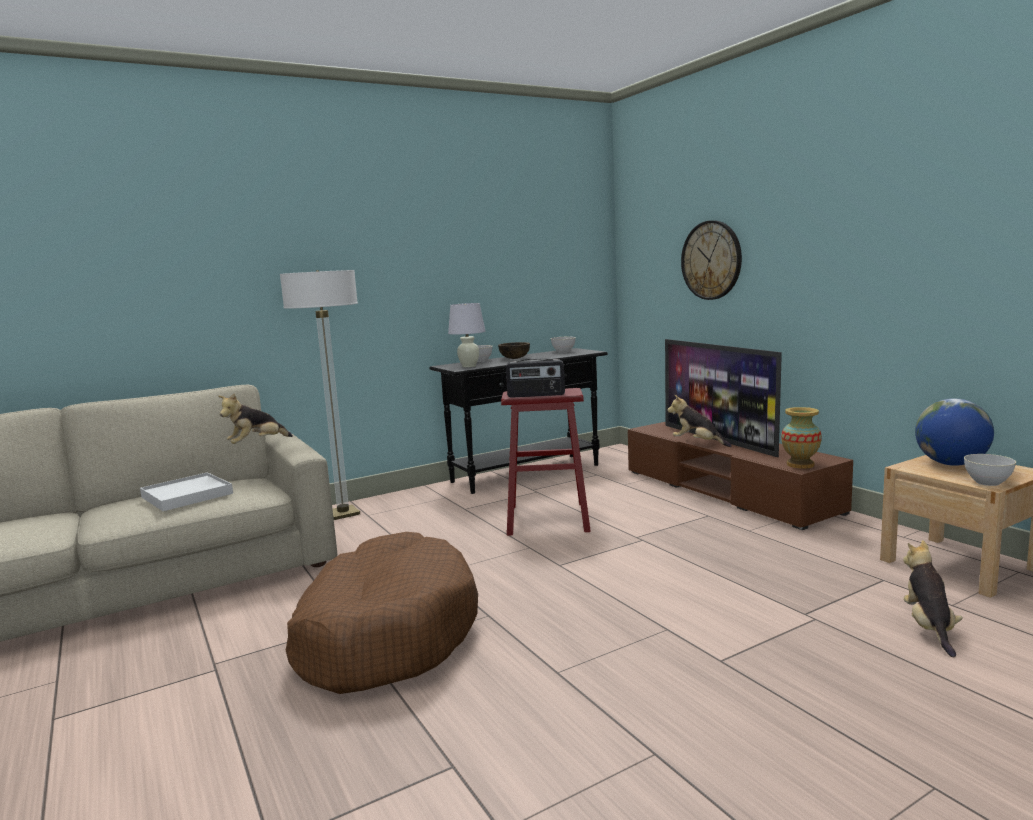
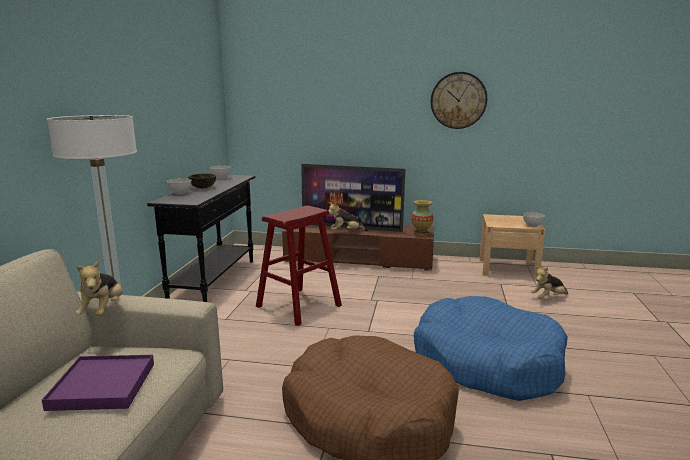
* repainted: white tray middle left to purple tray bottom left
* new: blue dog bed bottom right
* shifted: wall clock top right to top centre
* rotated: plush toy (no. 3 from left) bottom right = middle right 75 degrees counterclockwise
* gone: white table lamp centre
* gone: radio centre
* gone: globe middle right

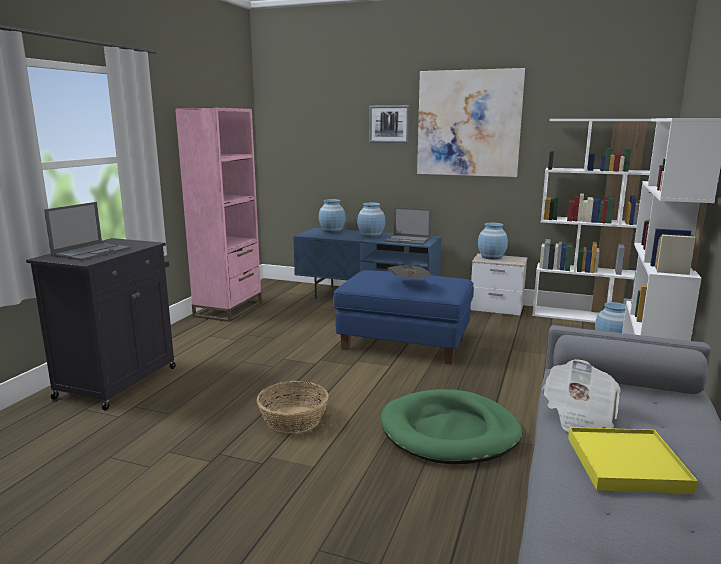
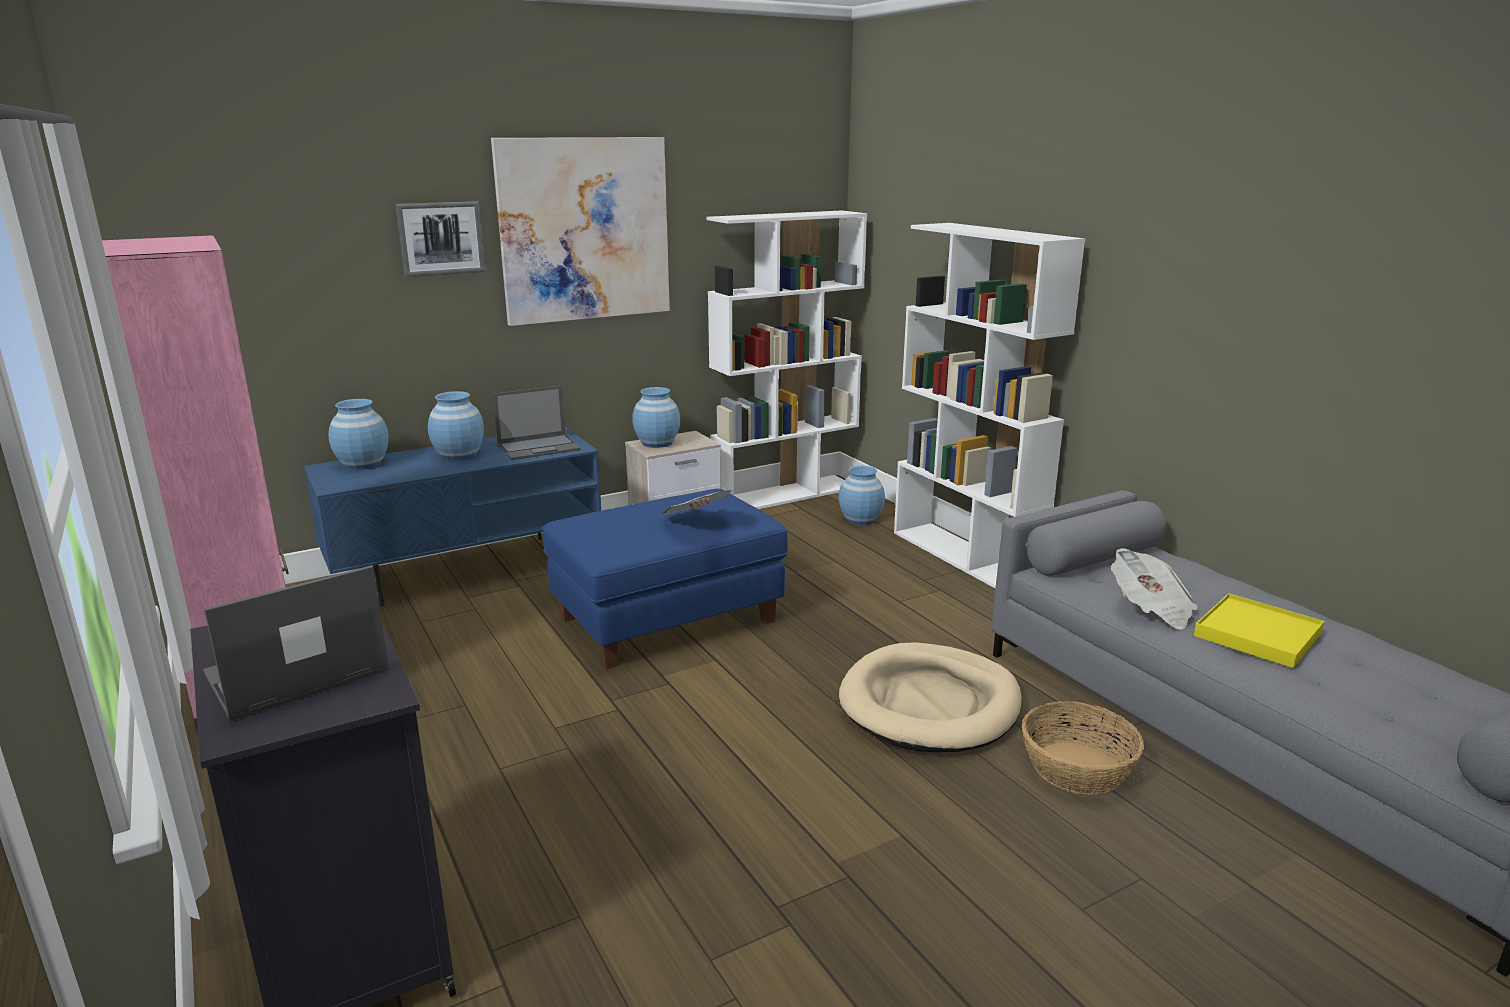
* rotated: laptop (no. 1 from left) middle left = middle left 105 degrees counterclockwise
* repainted: green dog bed bottom centre to beige dog bed bottom centre
* shifted: basket bottom centre to bottom right

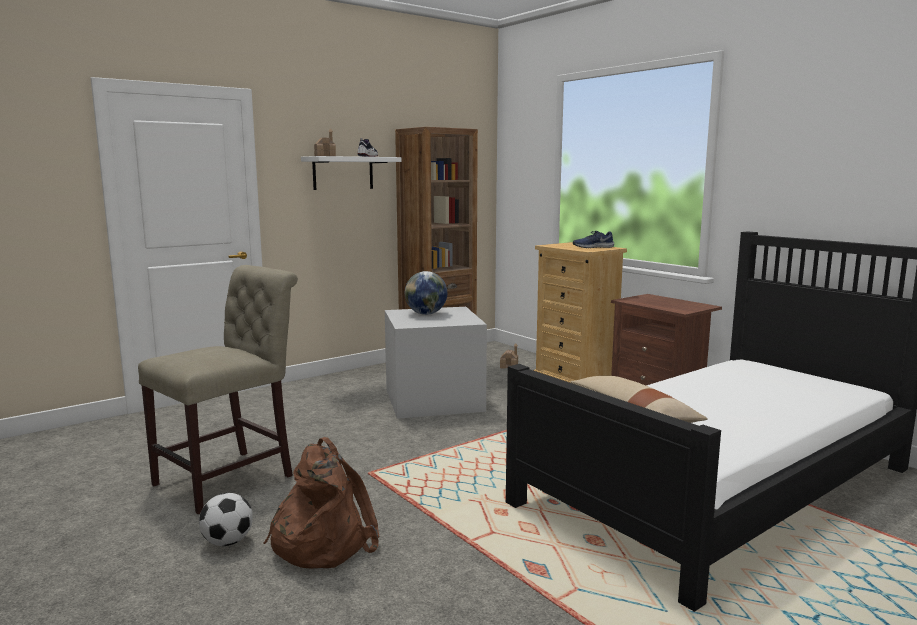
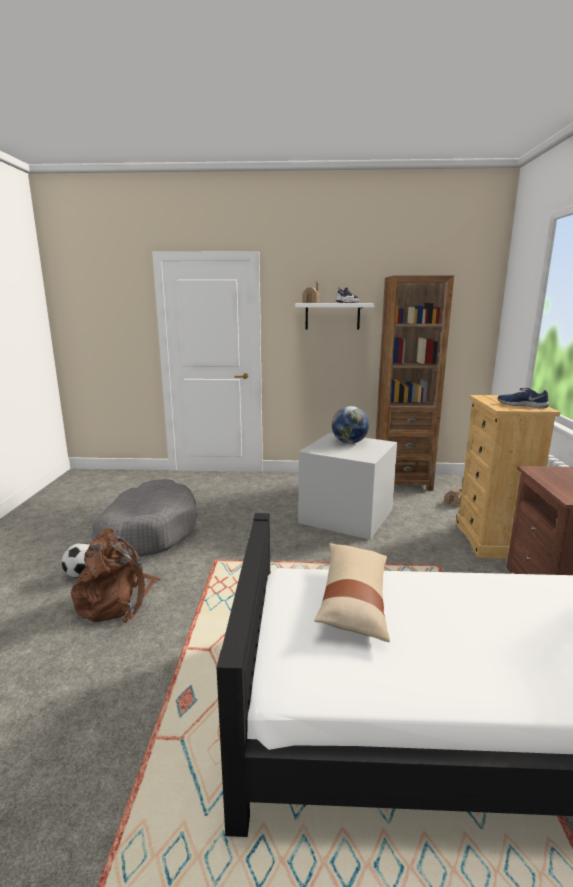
* swapped: beige chair middle left to grey dog bed middle left

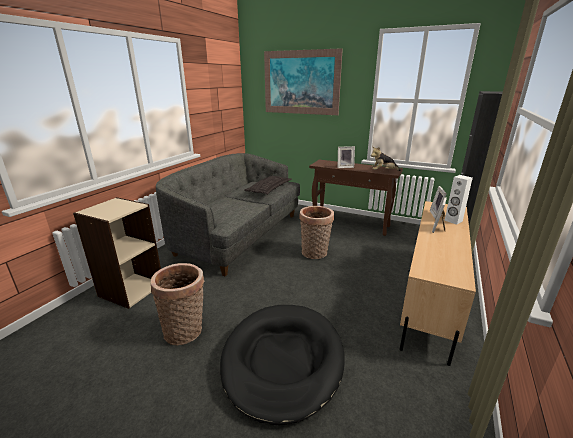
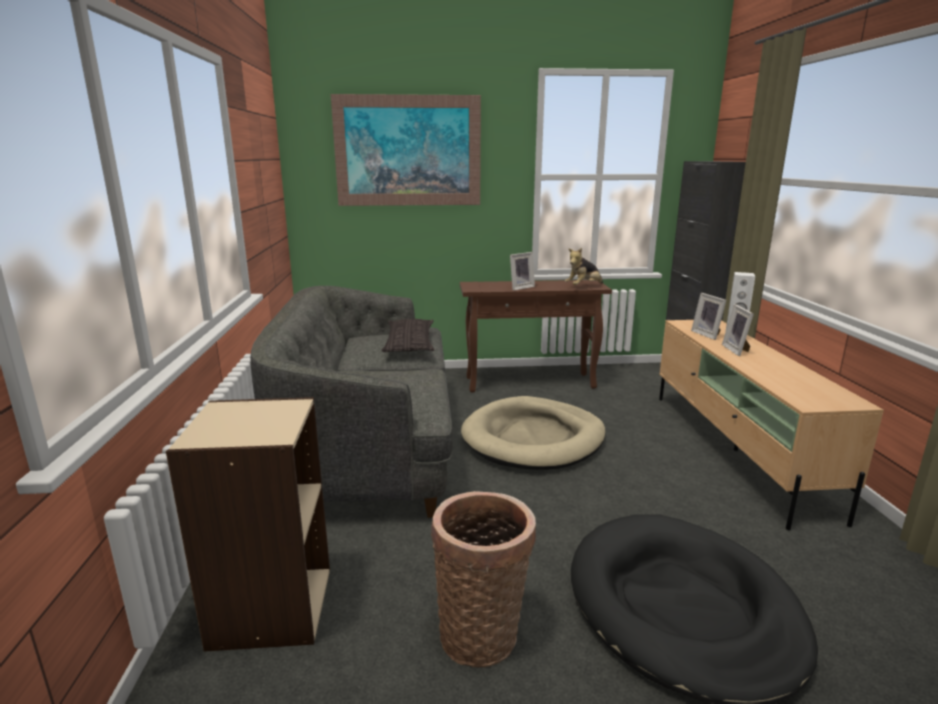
* swapped: basket (no. 2 from left) centre to beige dog bed centre

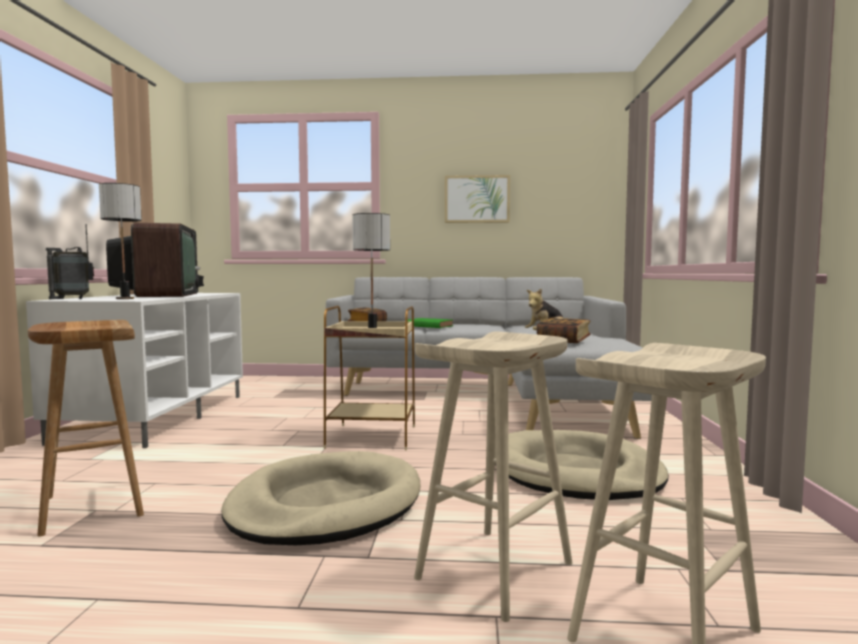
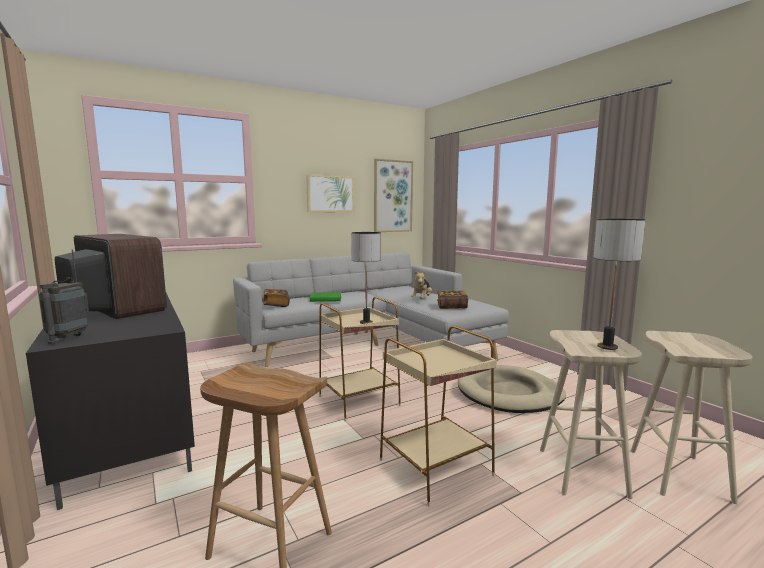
* repainted: white tv stand middle left to black tv stand bottom left
* new: picture (no. 2 from left) centre
* swapped: beige dog bed (no. 1 from left) bottom centre to beige side table (no. 2 from left) bottom centre
* shifted: table lamp (no. 1 from left in the first image) middle left to table lamp (no. 2 from left) middle right

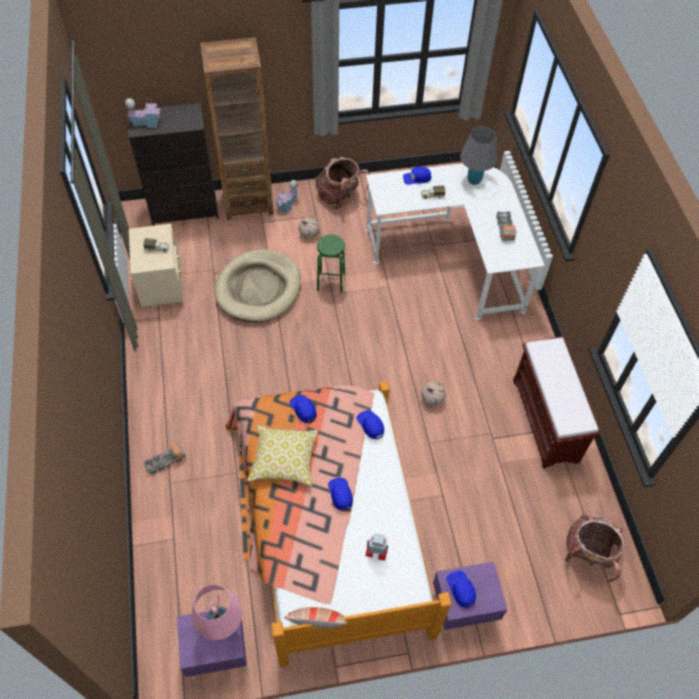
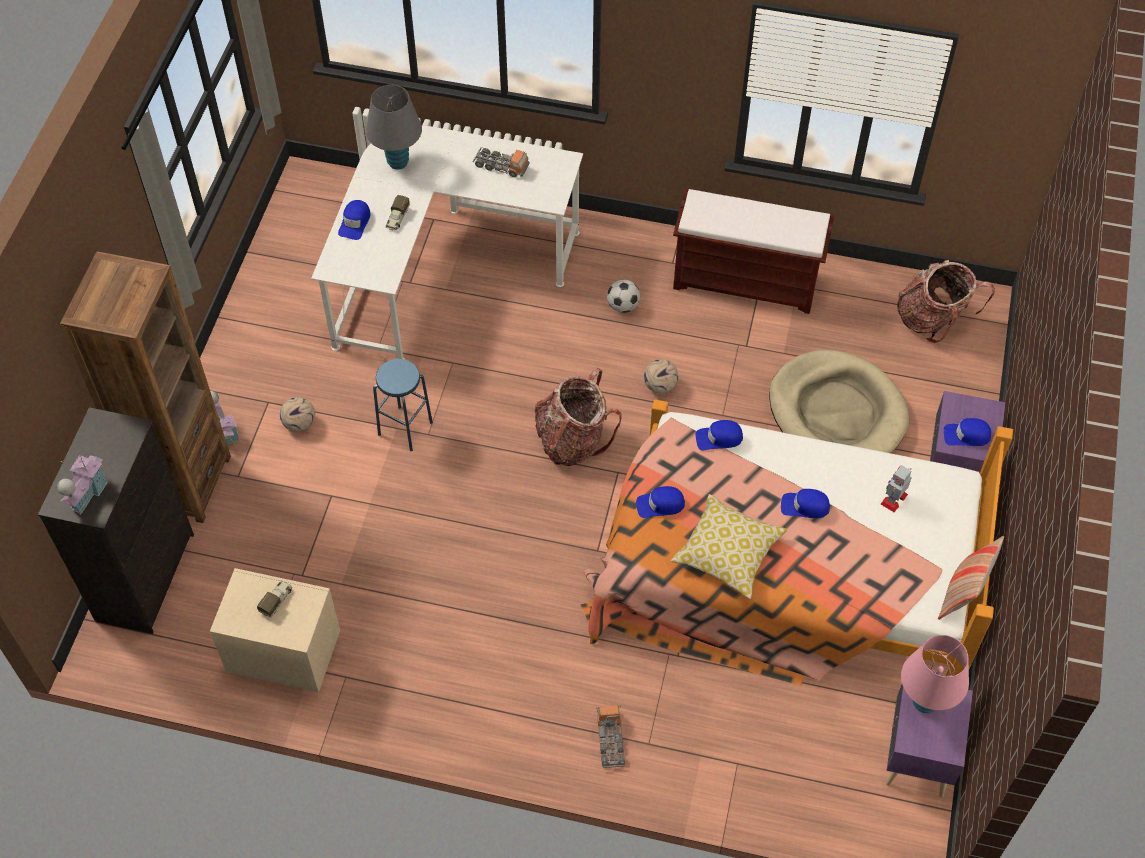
* repainted: green stool centre to blue stool centre
* shifted: backpack (no. 1 from left) top centre to centre
* new: football (no. 2 from left) centre
* shifted: beige dog bed centre to middle right

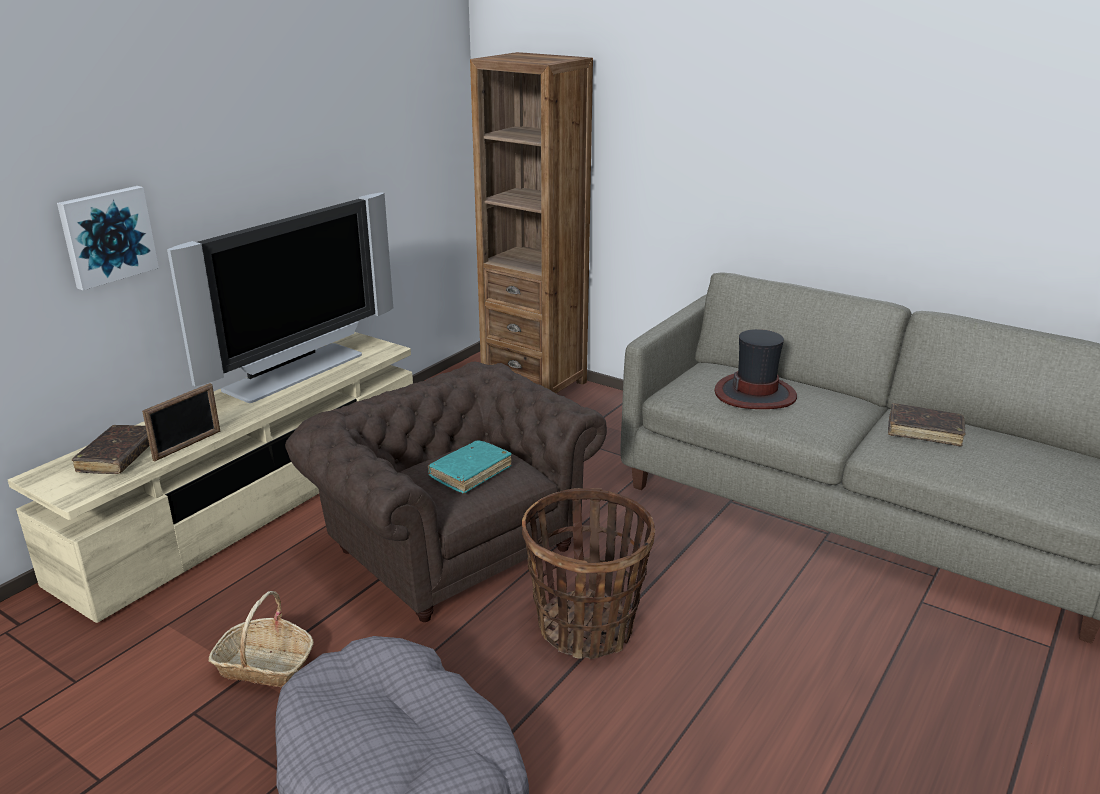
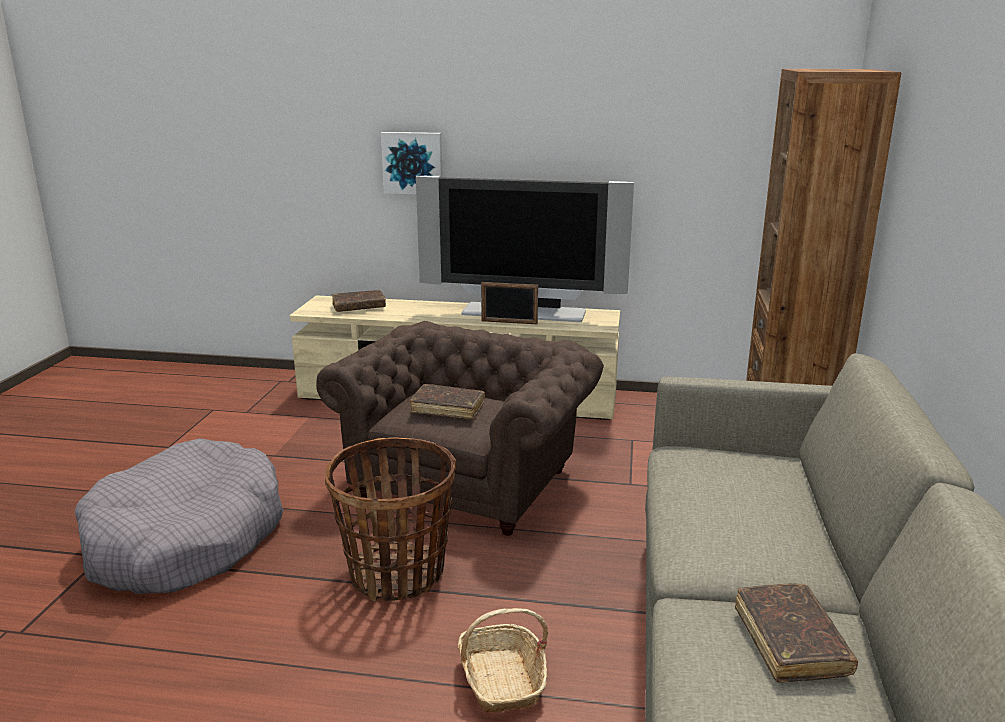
* repainted: turquoise book centre to brown book (no. 2 from left) centre
* shifted: basket (no. 1 from left in the first image) bottom left to basket (no. 2 from left) bottom centre
* shifted: picture frame middle left to centre
* gone: hat middle right

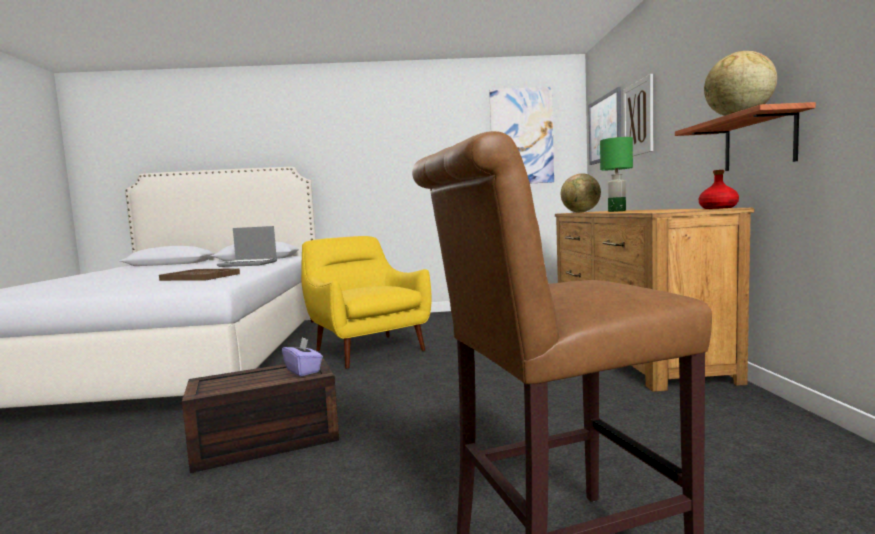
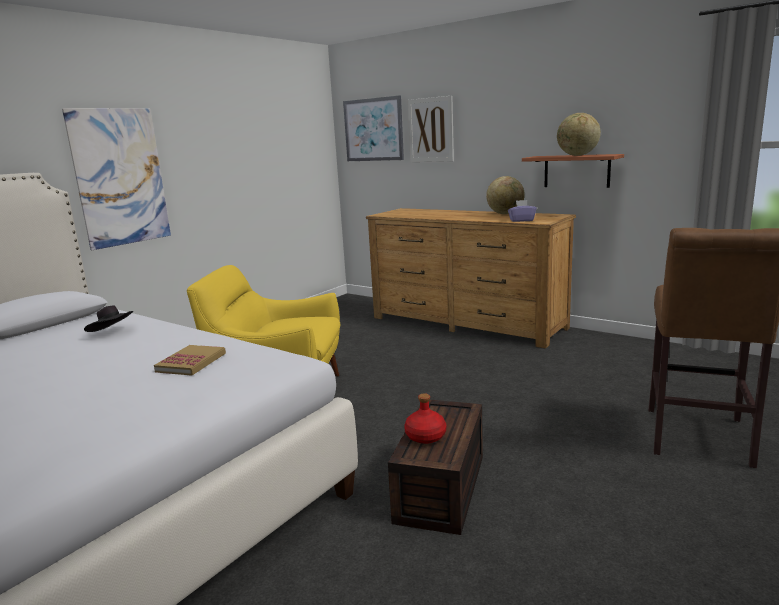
* shifted: picture (no. 1 from left) top centre to top left
* swapped: laptop middle left to black hat middle left
* swapped: brown tray middle left to book middle left
* shifted: red bottle middle right to bottom centre
* shifted: globe (no. 1 from left) centre to top centre
* shifted: purple tissue box bottom centre to middle right
* gone: green table lamp top right

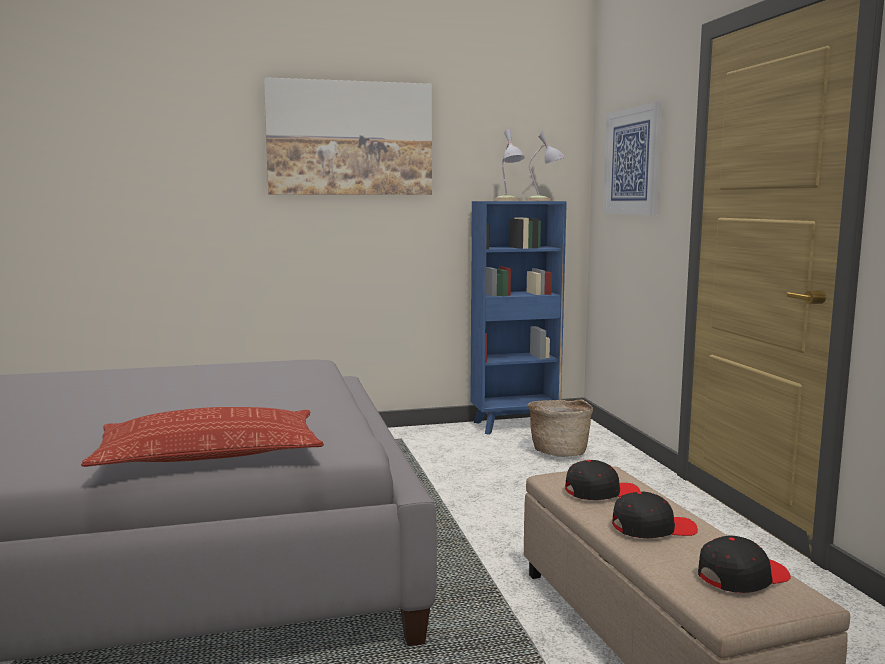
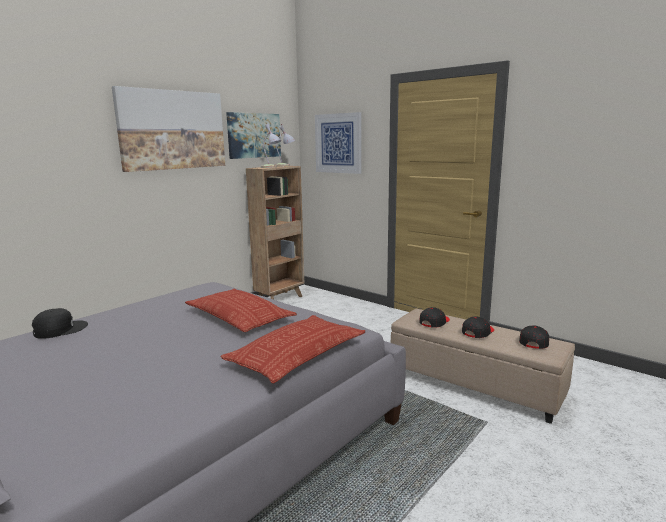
* new: black cap (no. 1 from left) middle left
* new: pillow (no. 1 from left) centre
* new: picture (no. 2 from left) top centre
* repainted: blue bookcase centre to brown bookcase centre
* gone: basket centre

